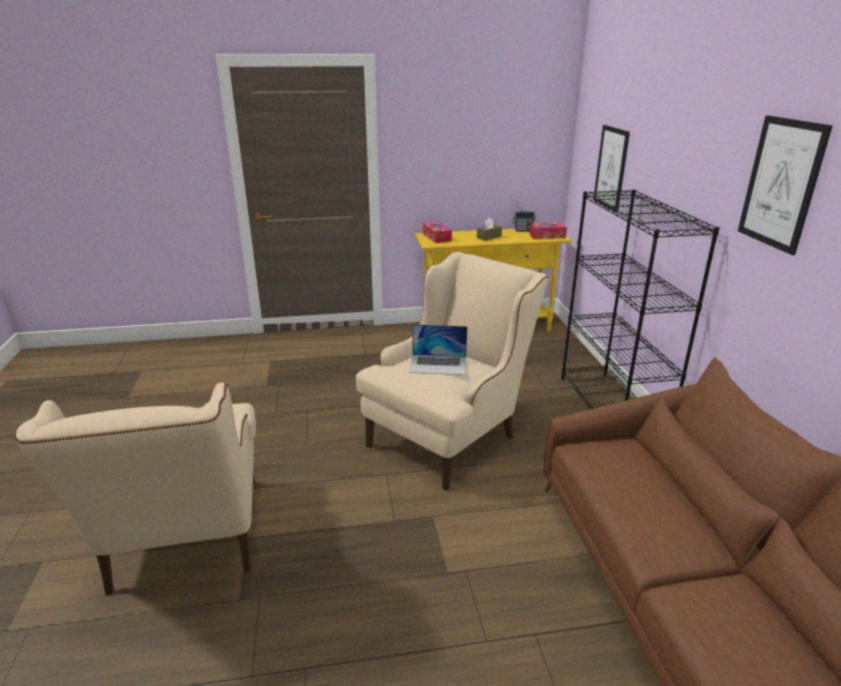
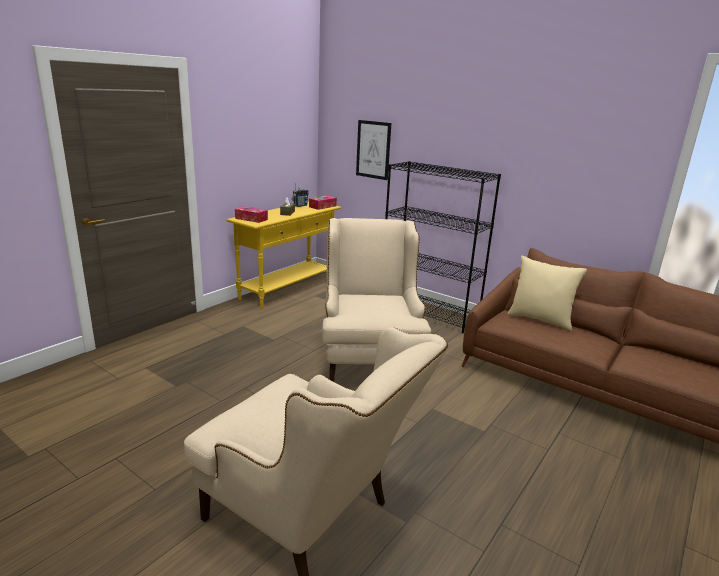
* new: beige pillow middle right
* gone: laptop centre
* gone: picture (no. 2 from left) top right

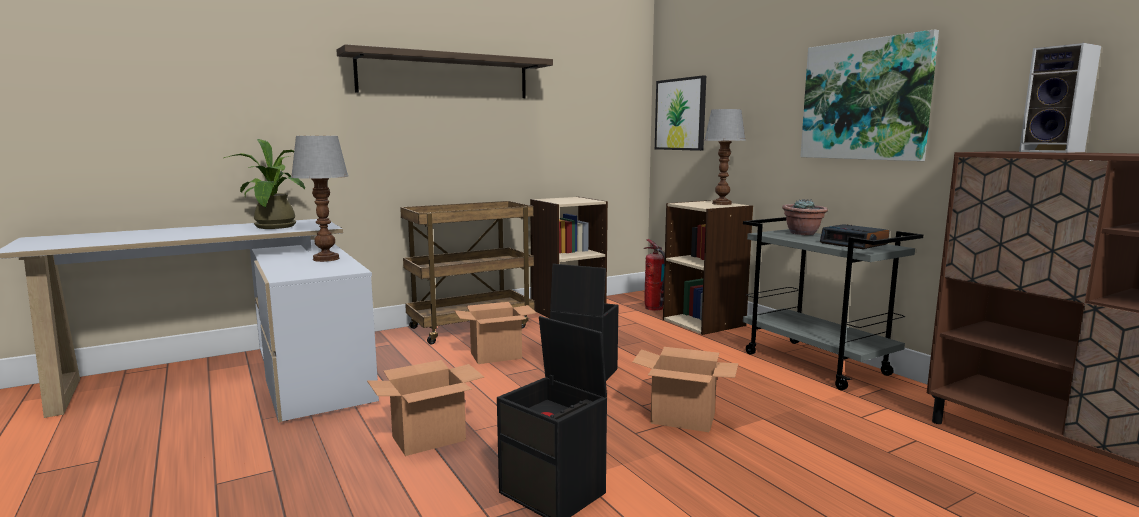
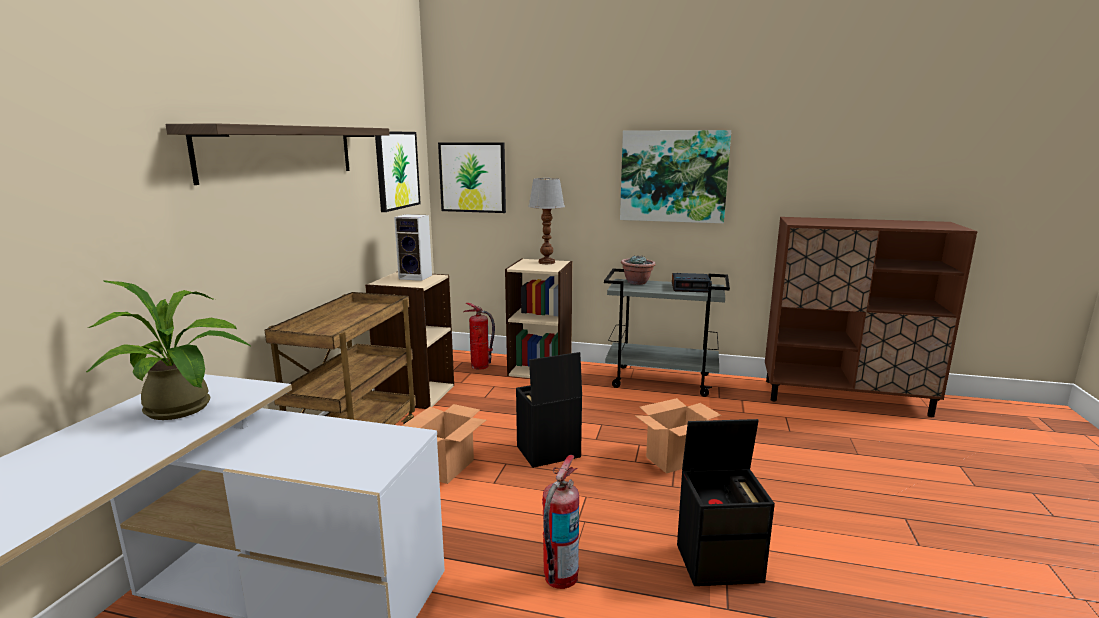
* new: picture (no. 1 from left) top centre
* shifted: speaker top right to centre
* swapped: cardboard box (no. 1 from left) bottom centre to fire extinguisher (no. 2 from left) bottom centre
* gone: table lamp (no. 1 from left) middle left

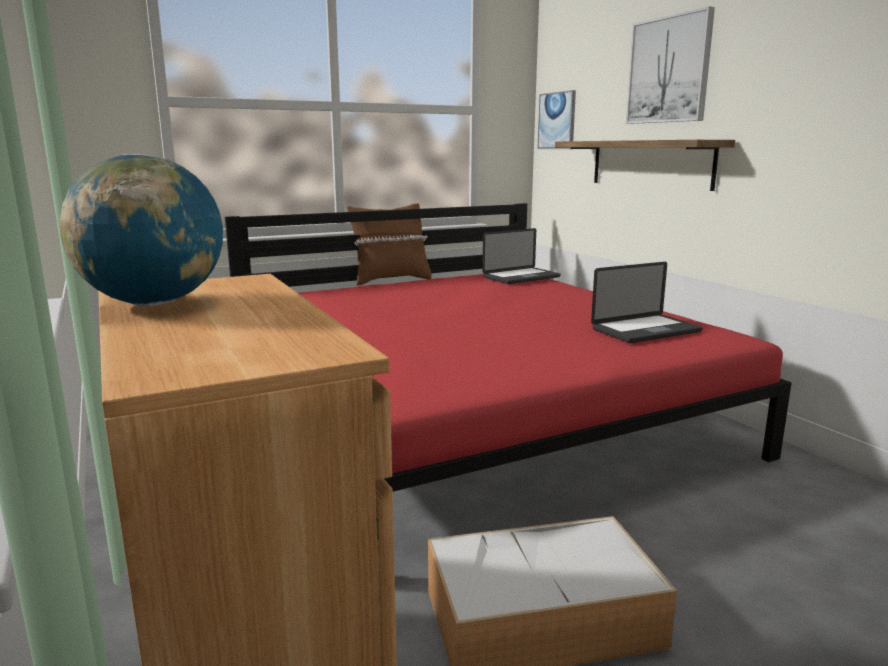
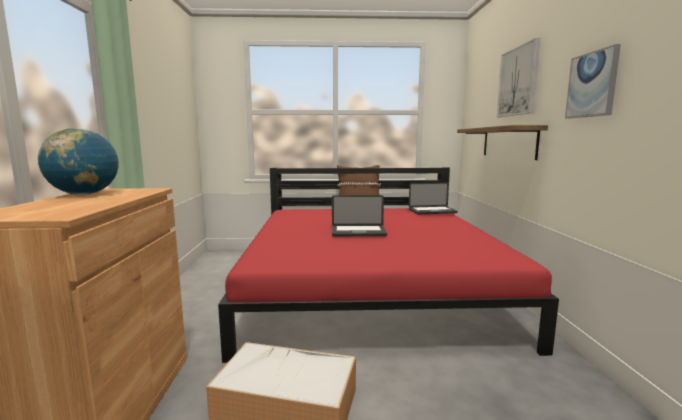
* shifted: laptop (no. 2 from left in the first image) middle right to laptop (no. 1 from left) centre
* shifted: picture (no. 1 from left in the first image) top centre to picture (no. 2 from left) top right

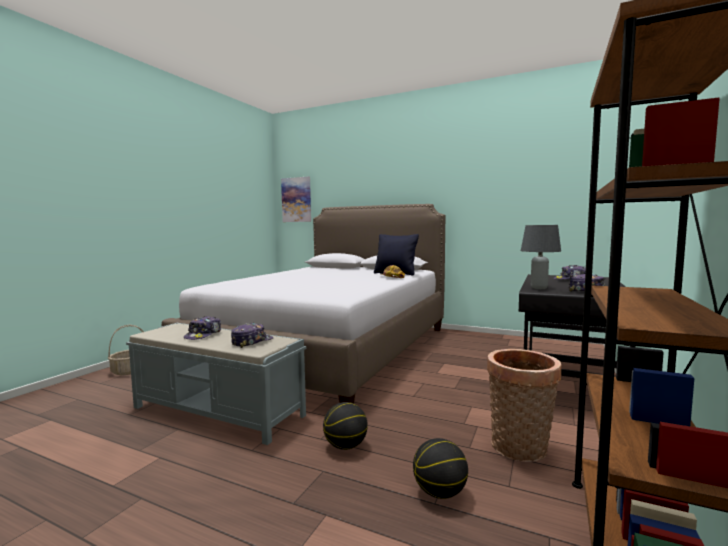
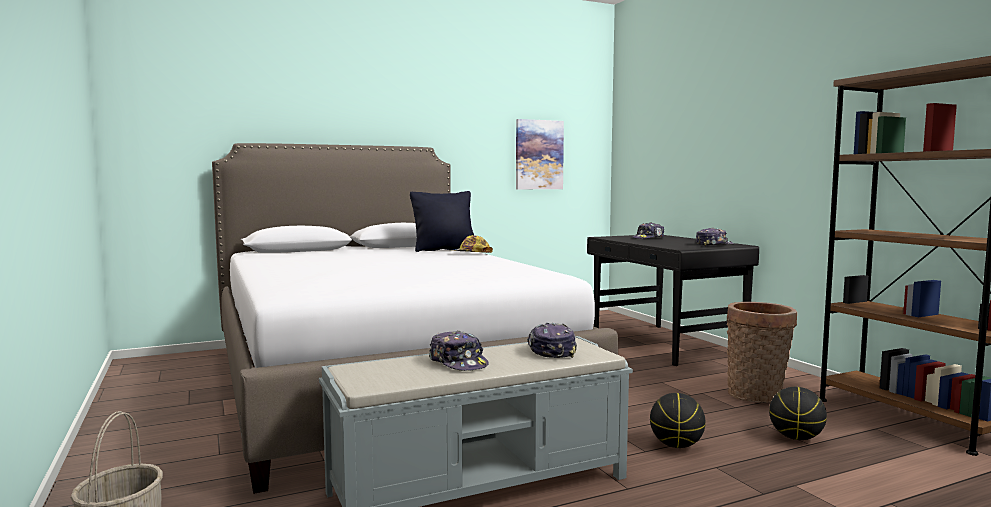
* shifted: picture centre to top centre
* gone: grey table lamp middle right

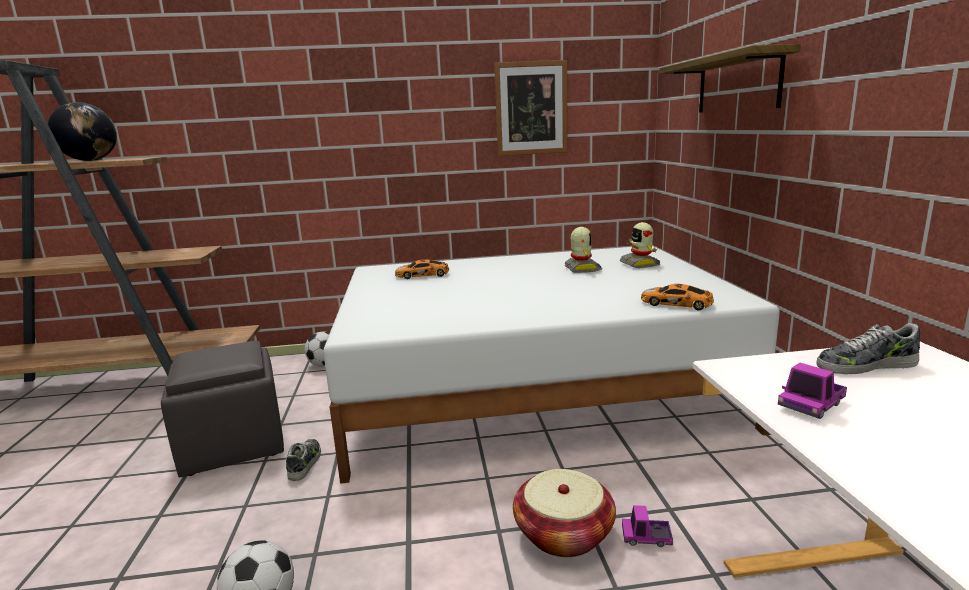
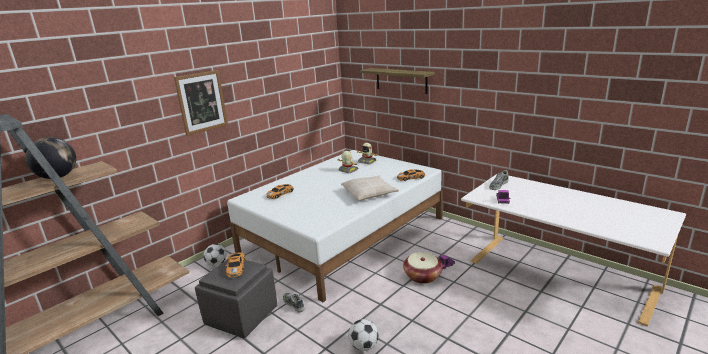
* shifted: picture top centre to top left
* new: toy car (no. 1 from left) bottom left
* new: beige pillow centre

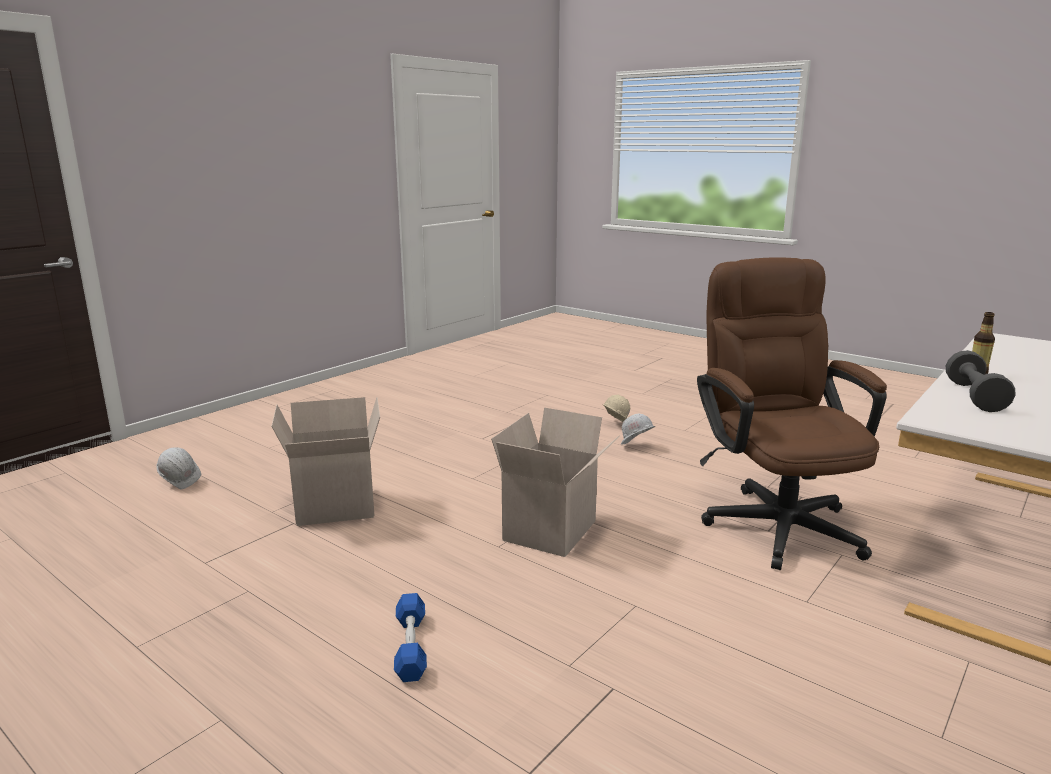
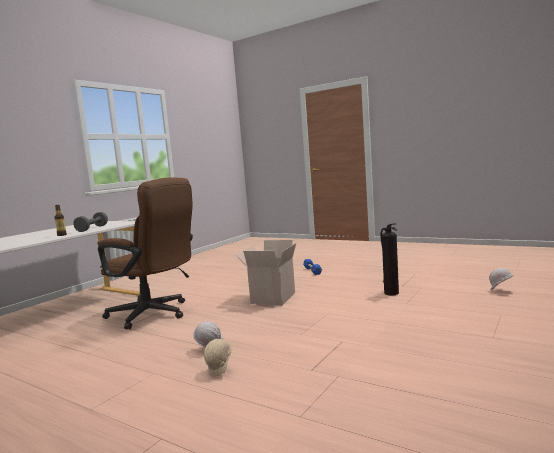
* rotated: brown office chair middle right = middle left 45 degrees counterclockwise
* swapped: cardboard box (no. 1 from left) middle left to fire extinguisher middle right

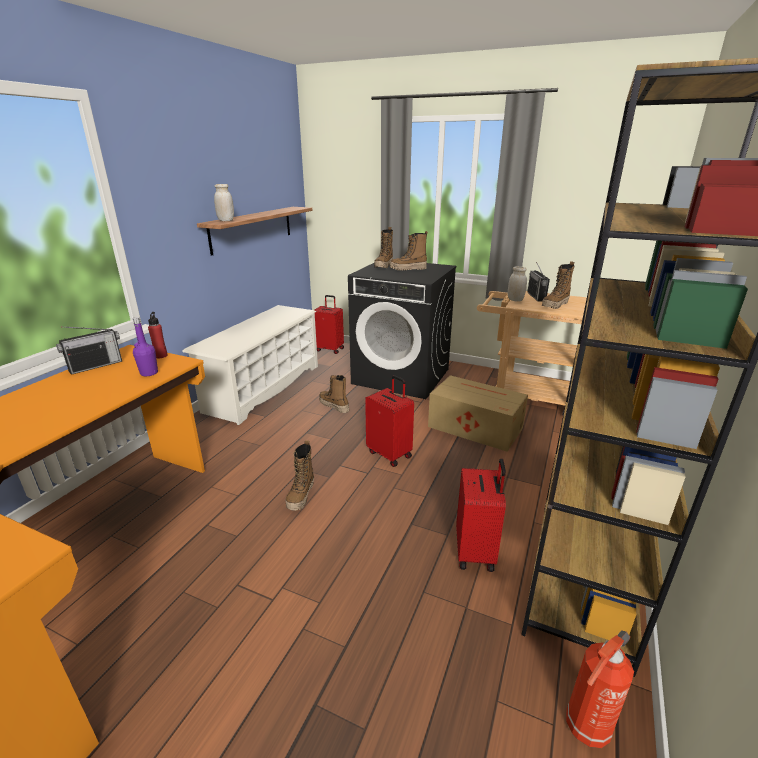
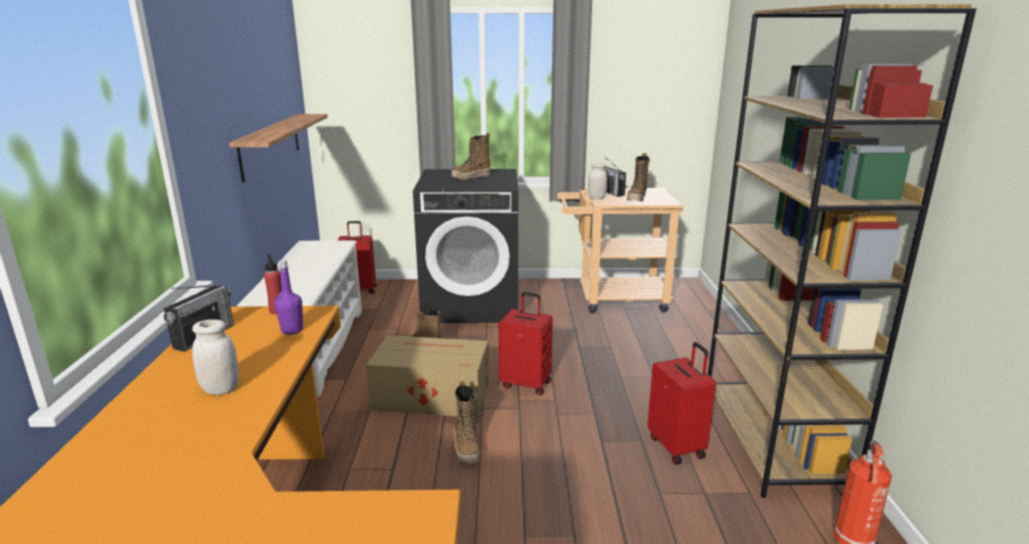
* shifted: white jar (no. 1 from left) top left to middle left
* shifted: cardboard box centre to bottom centre
* gone: boot (no. 3 from left) top centre

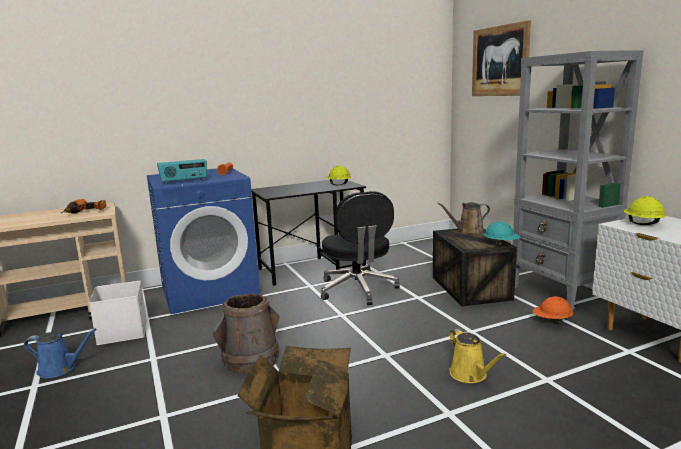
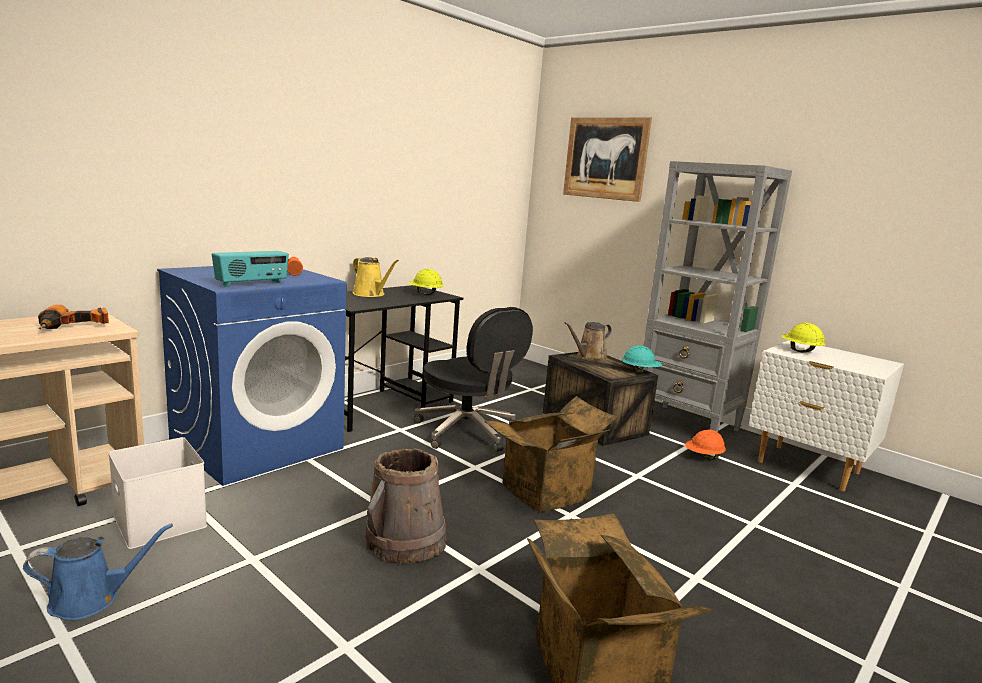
* shifted: yellow watering can bottom right to centre
* new: cardboard box (no. 1 from left) centre

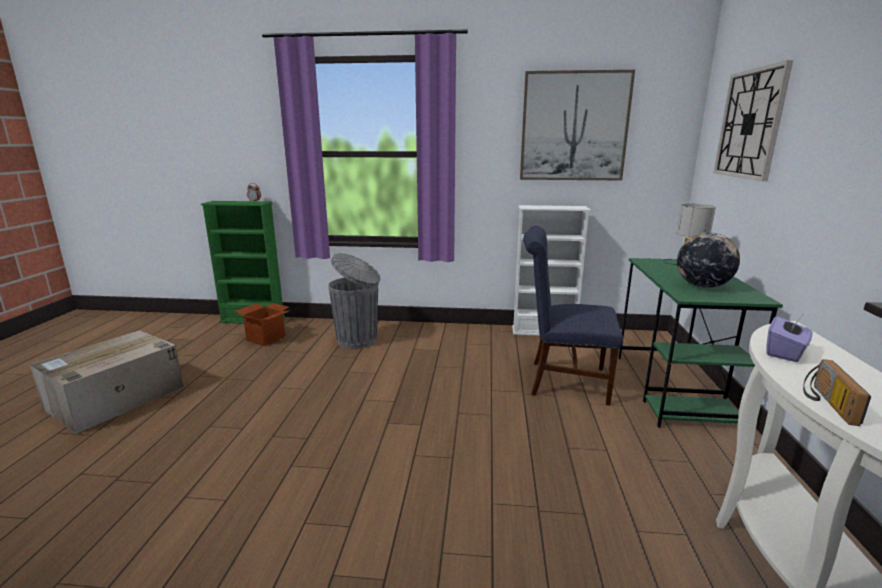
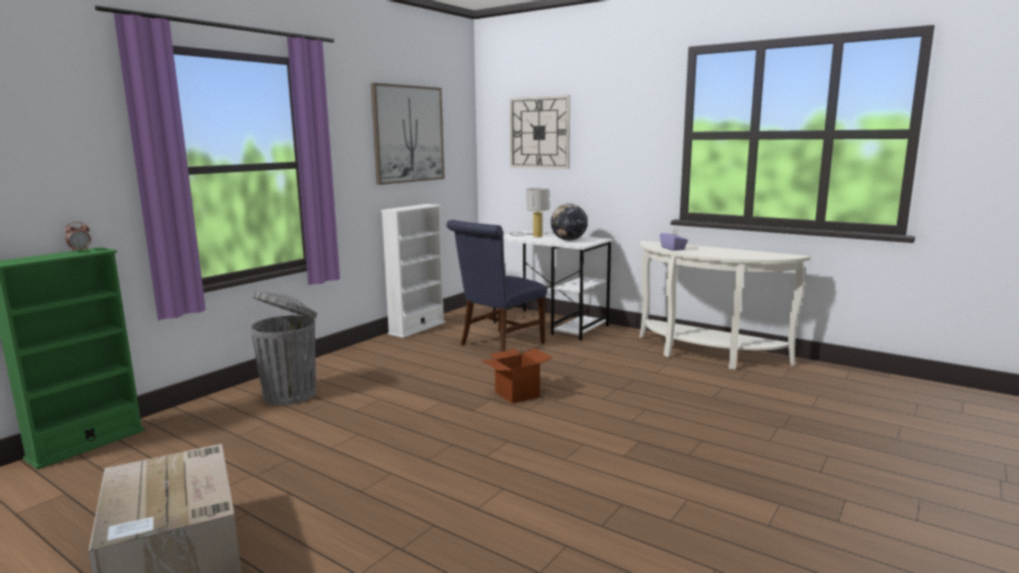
* shifted: cardboard box (no. 2 from left) middle left to centre
* repainted: green desk middle right to white desk centre
* gone: radio bottom right

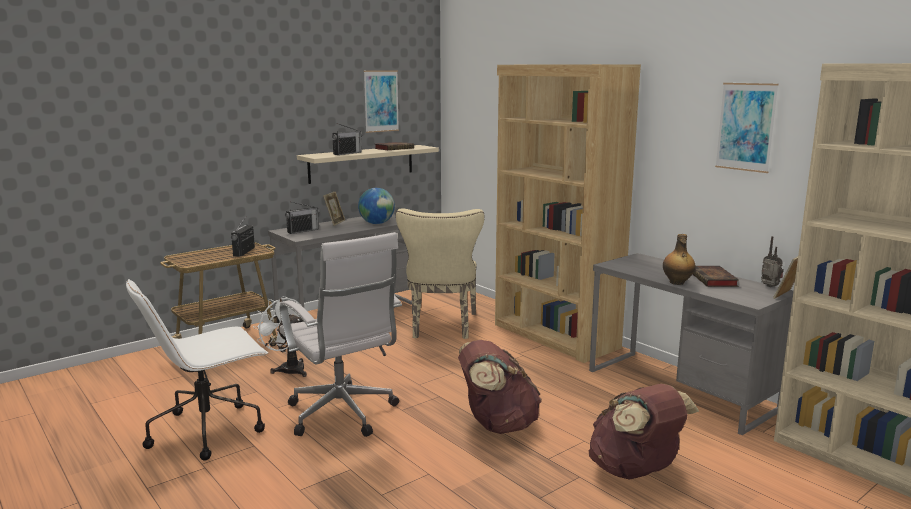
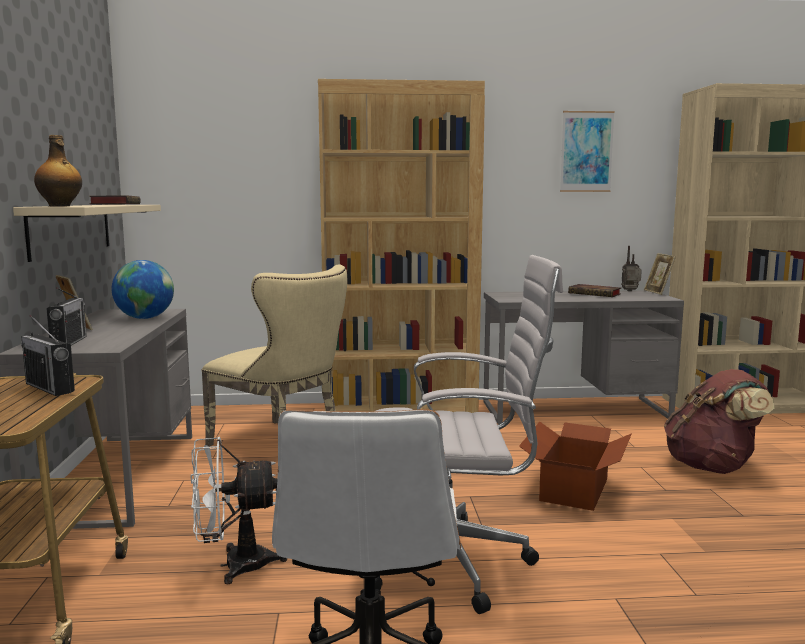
* shifted: bottle middle right to top left
* swapped: brown backpack (no. 1 from left) bottom centre to cardboard box bottom right
* gone: radio (no. 3 from left) top centre
* gone: picture (no. 1 from left) top centre

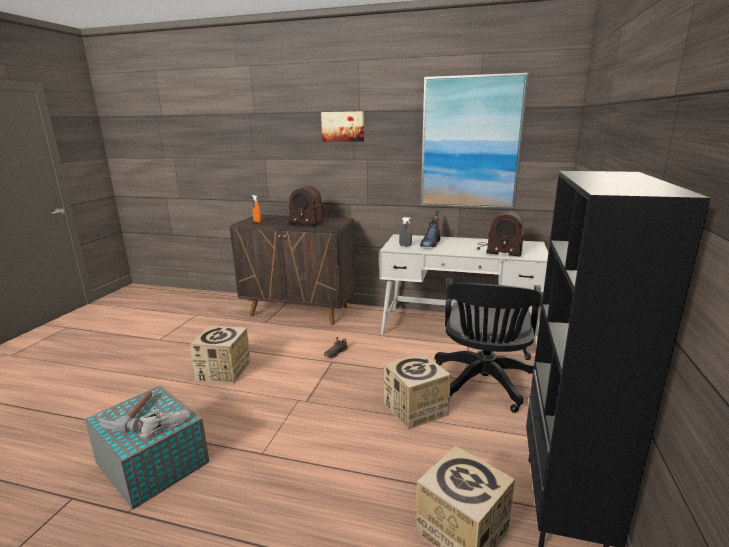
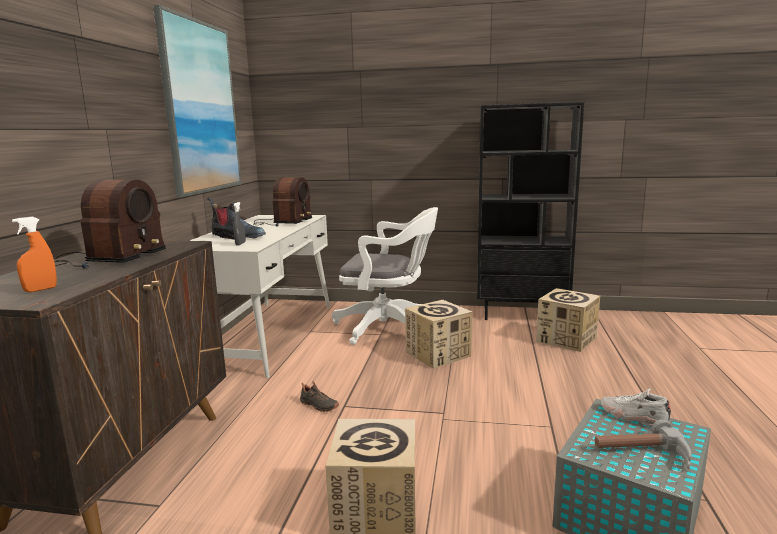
* repainted: black office chair middle right to white office chair centre
* gone: picture (no. 1 from left) top centre

